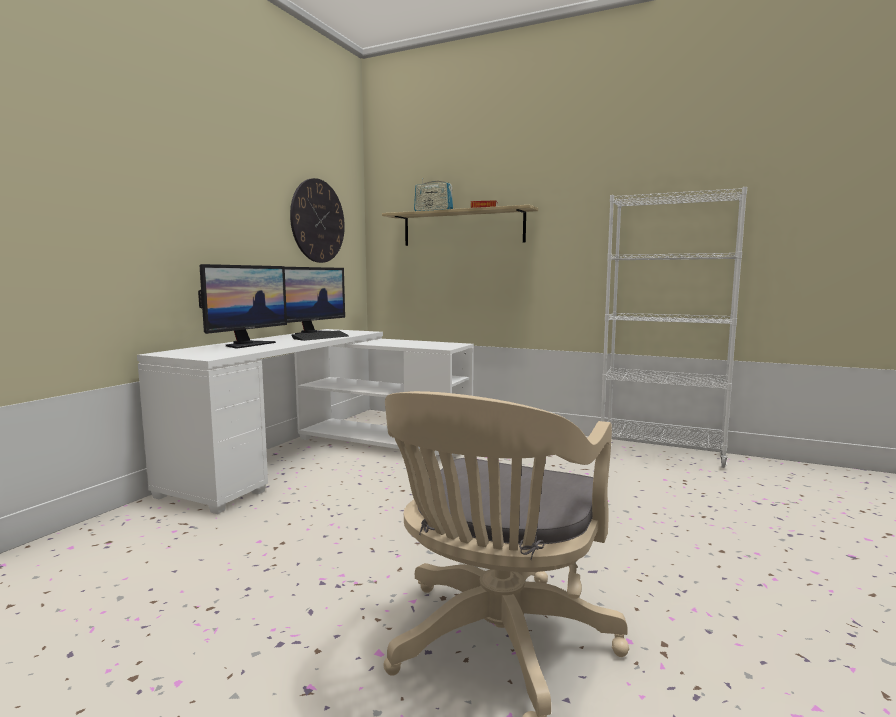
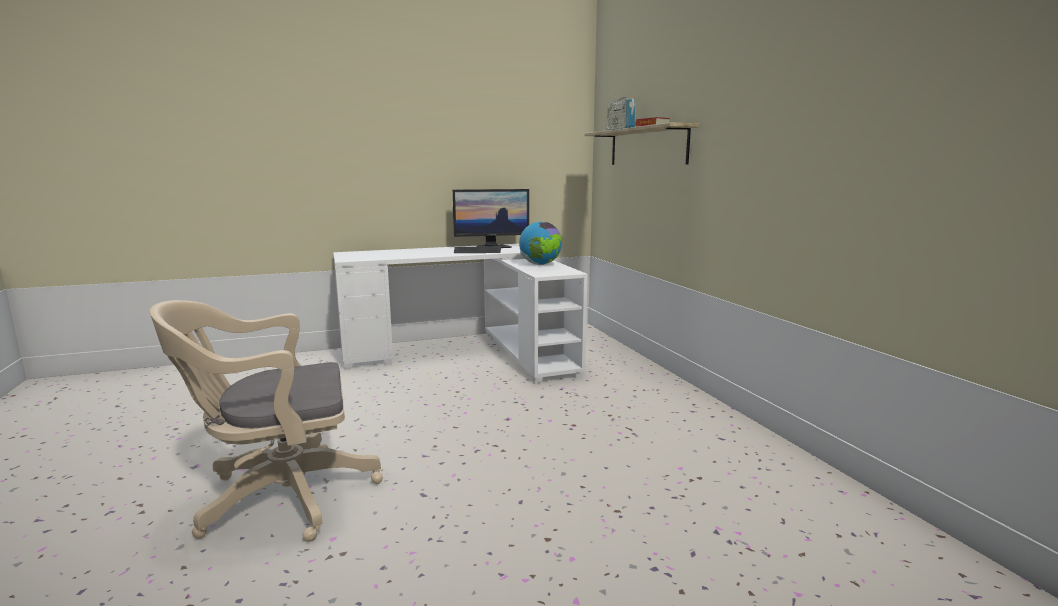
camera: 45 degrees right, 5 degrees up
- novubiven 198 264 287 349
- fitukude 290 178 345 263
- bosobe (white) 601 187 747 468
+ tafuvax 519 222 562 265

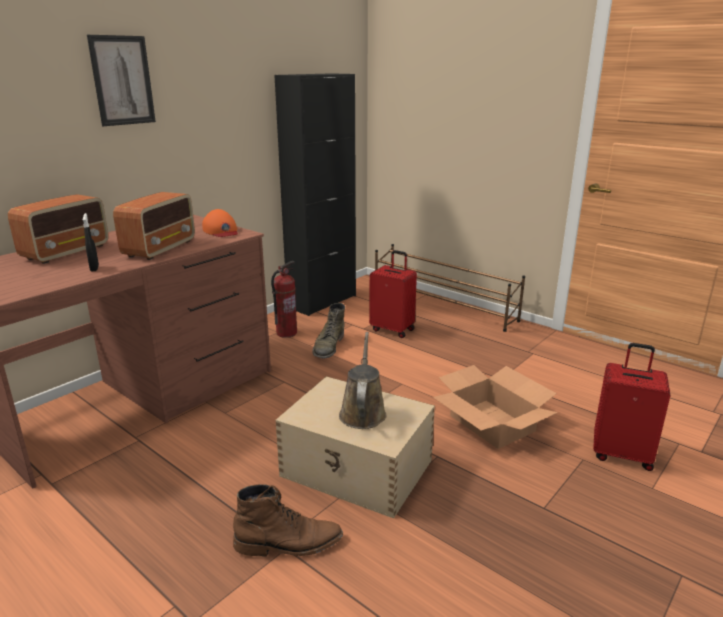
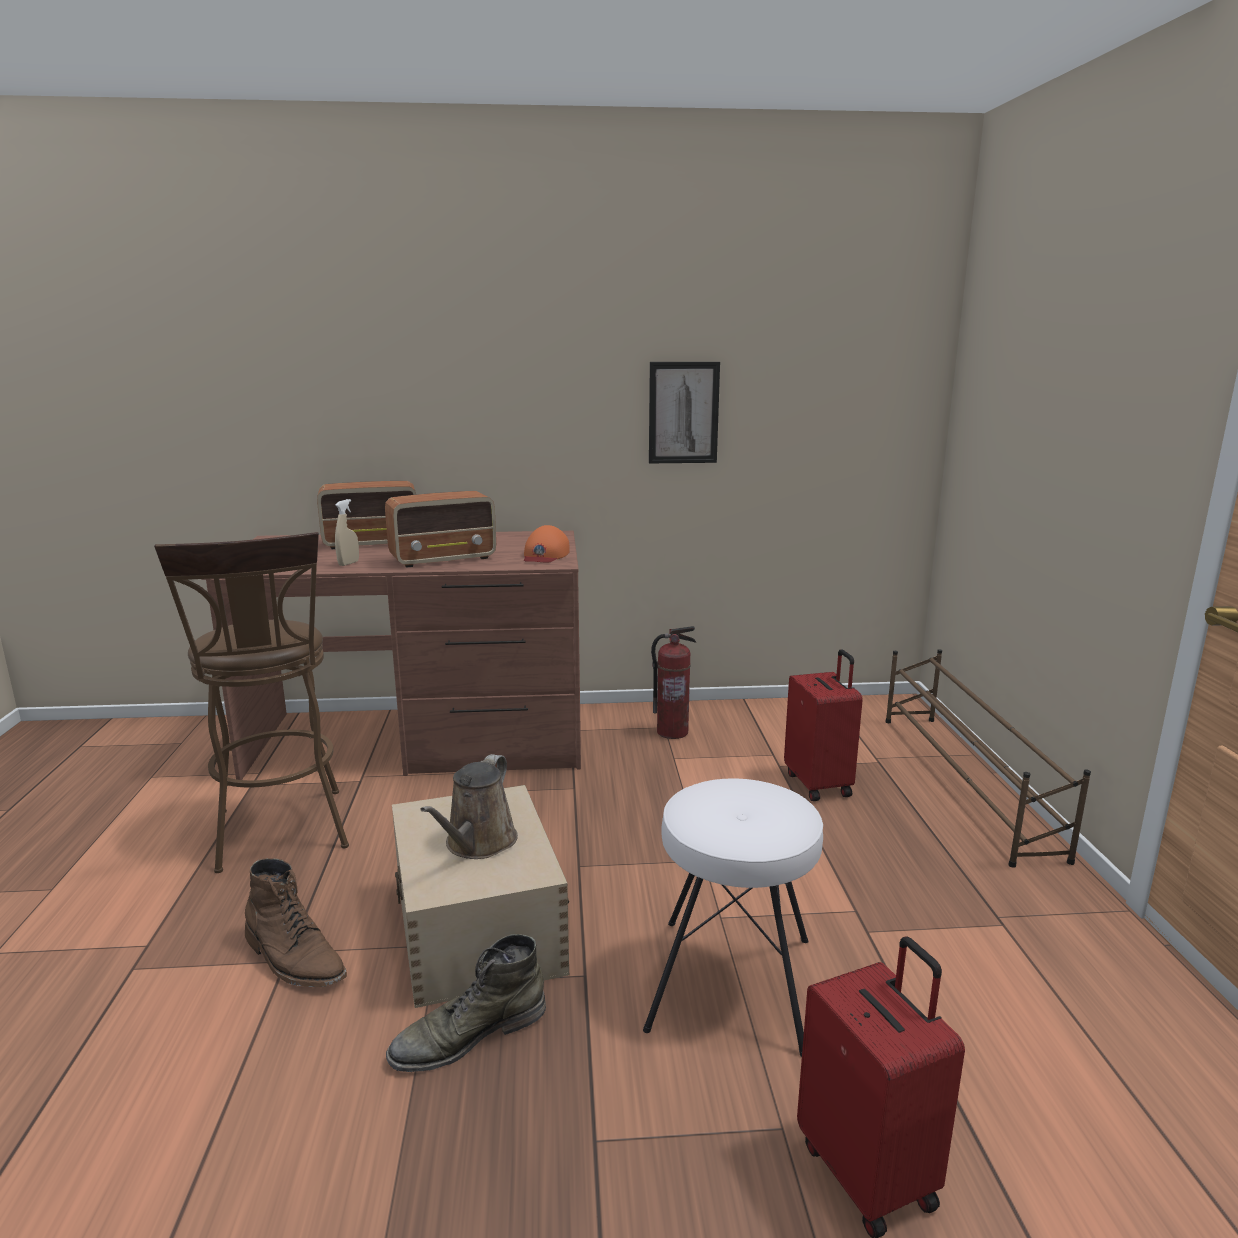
camera: 45 degrees right, 5 degrees down
- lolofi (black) 274 73 356 316
+ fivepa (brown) 154 532 349 873
~ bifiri 87 35 156 126 to 649 362 720 463
~ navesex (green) 312 303 345 359 to 386 934 546 1072
~ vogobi 433 365 558 449 to fivepa (white) 643 778 823 1057
~ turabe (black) 83 213 99 272 to turabe (beige) 335 499 359 566
~ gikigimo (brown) 339 332 386 429 = 420 754 518 859 150 degrees clockwise

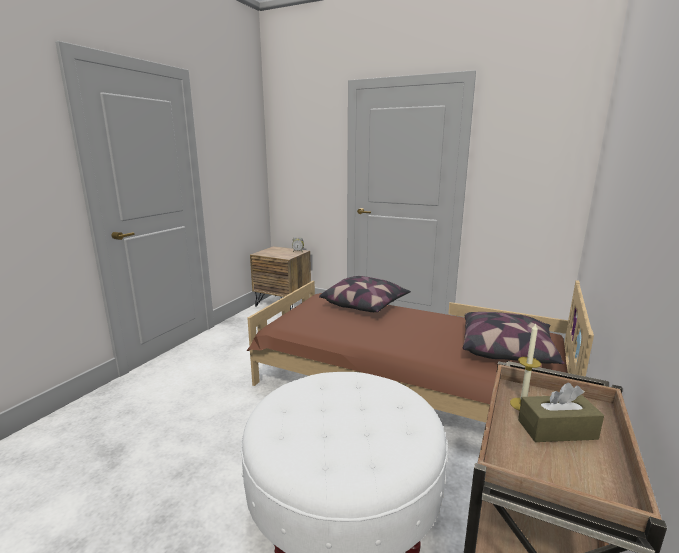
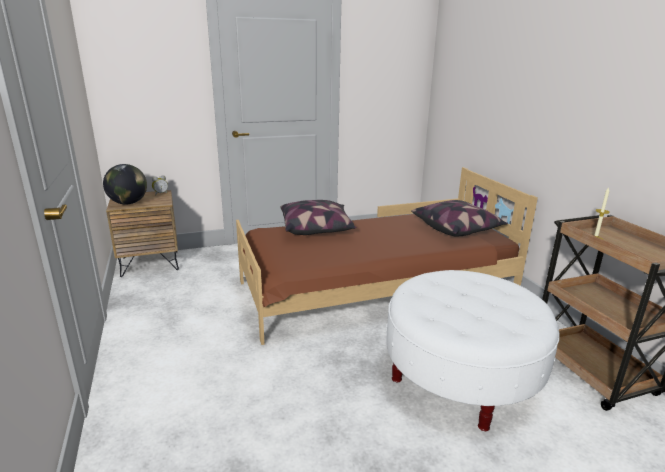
camera: 45 degrees left, 5 degrees up
- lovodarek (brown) 518 383 604 442
+ tafuvax 103 164 147 205

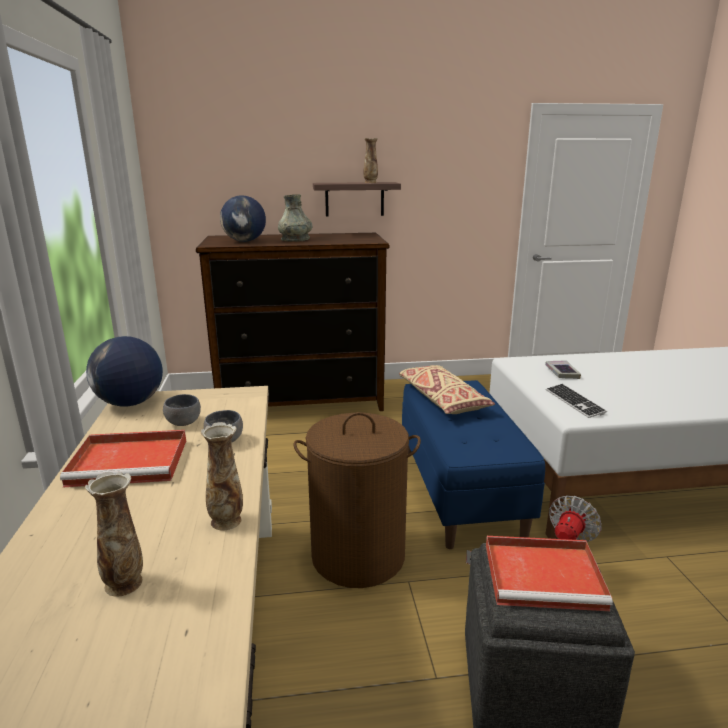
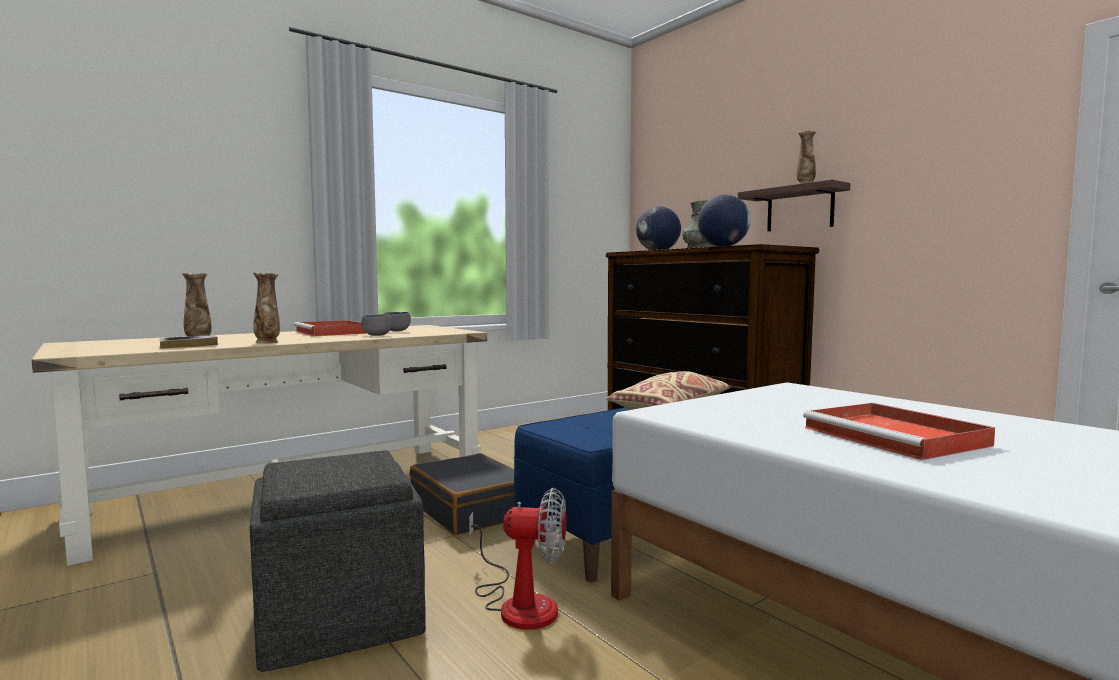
camera: 60 degrees right, 15 degrees down
- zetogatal 546 384 607 418
~ tafuvax 86 336 163 406 to 697 195 751 246
~ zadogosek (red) 486 536 613 611 to 803 403 995 460
~ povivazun 545 360 581 379 to 160 335 218 349
~ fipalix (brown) 293 412 421 588 to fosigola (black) 410 453 518 535

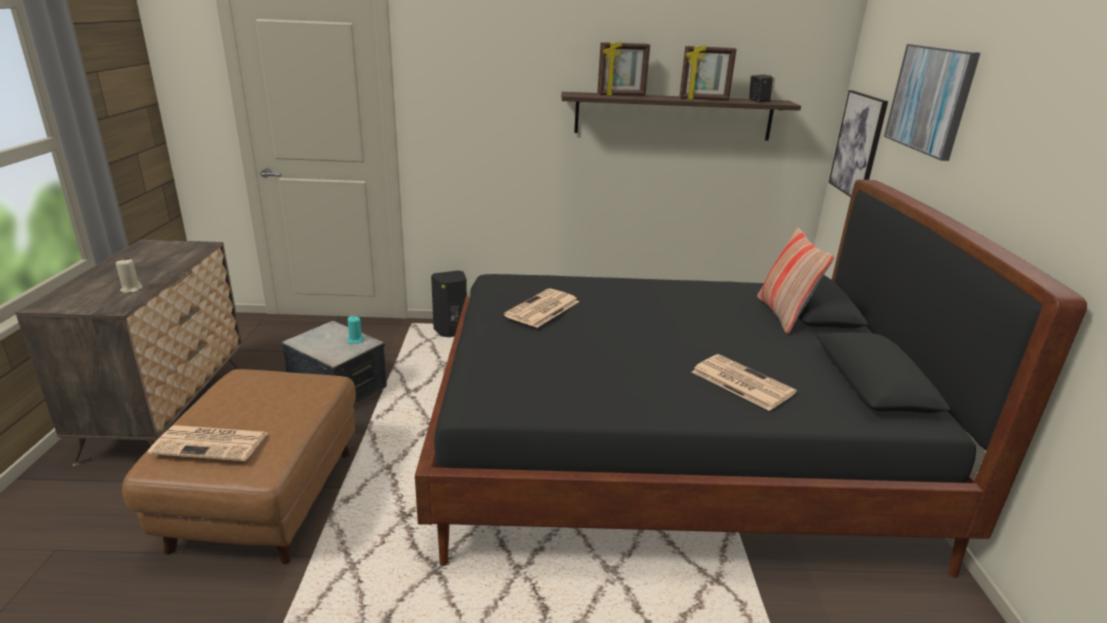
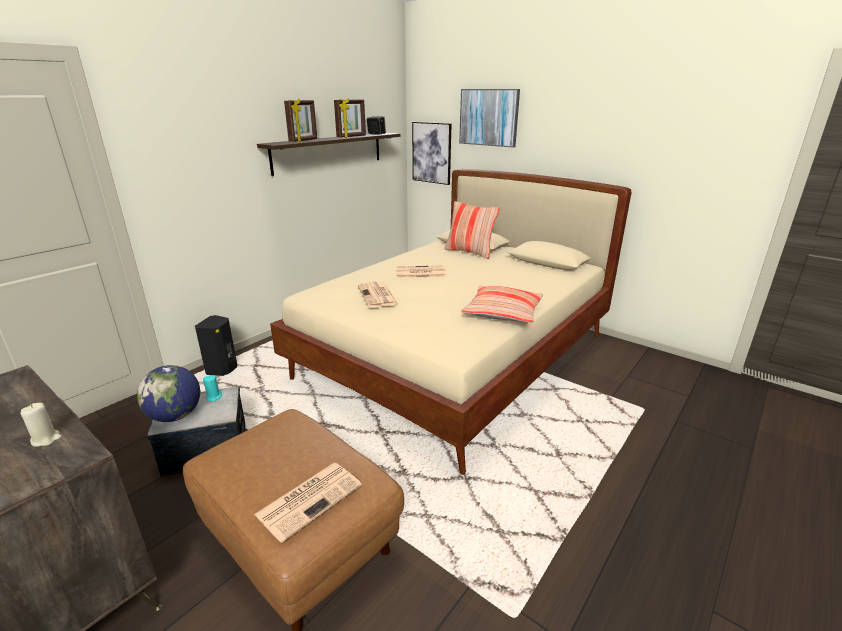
camera: 50 degrees left, 0 degrees up
+ tafuvax 137 365 200 422
+ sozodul 461 286 543 323
~ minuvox 692 354 797 411 to 396 266 447 278
~ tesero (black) 415 180 1087 578 to tesero (beige) 270 169 632 475

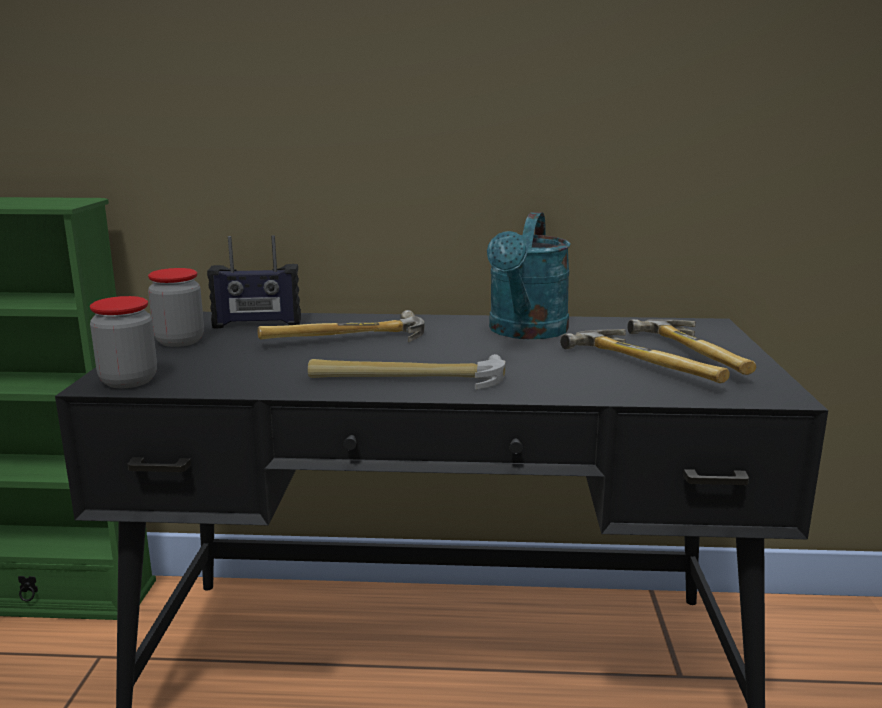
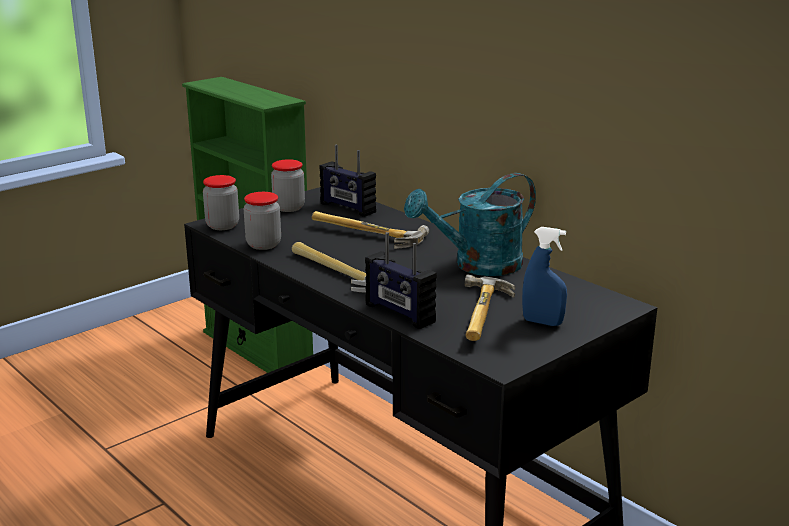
camera: 45 degrees right, 5 degrees up
+ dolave 244 192 281 250
+ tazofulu 365 232 437 329
~ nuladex 627 319 757 375 to turabe (blue) 522 227 567 326

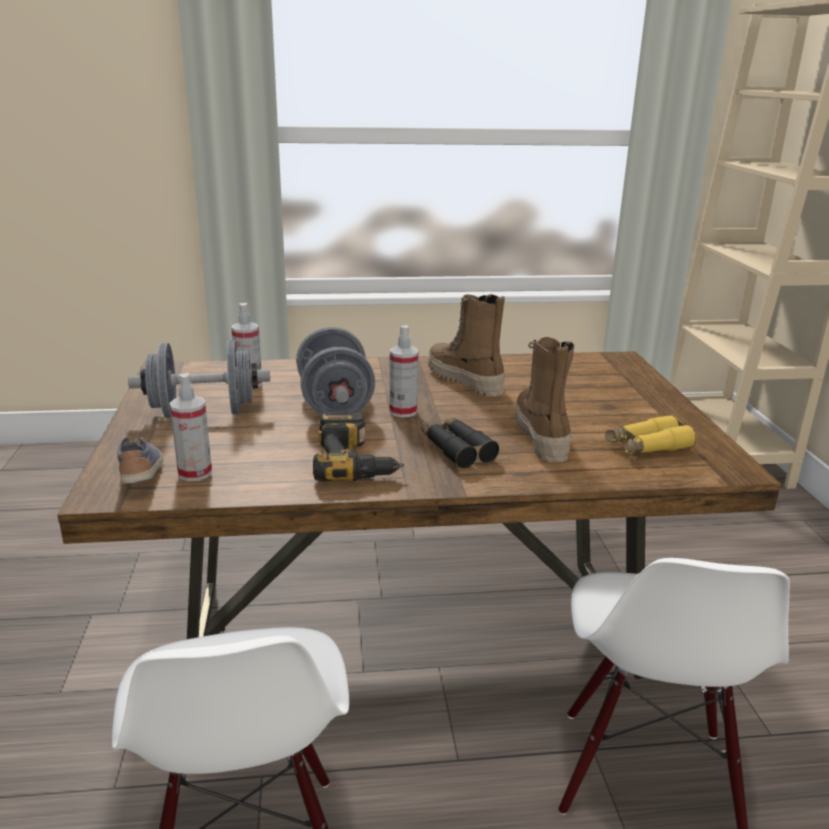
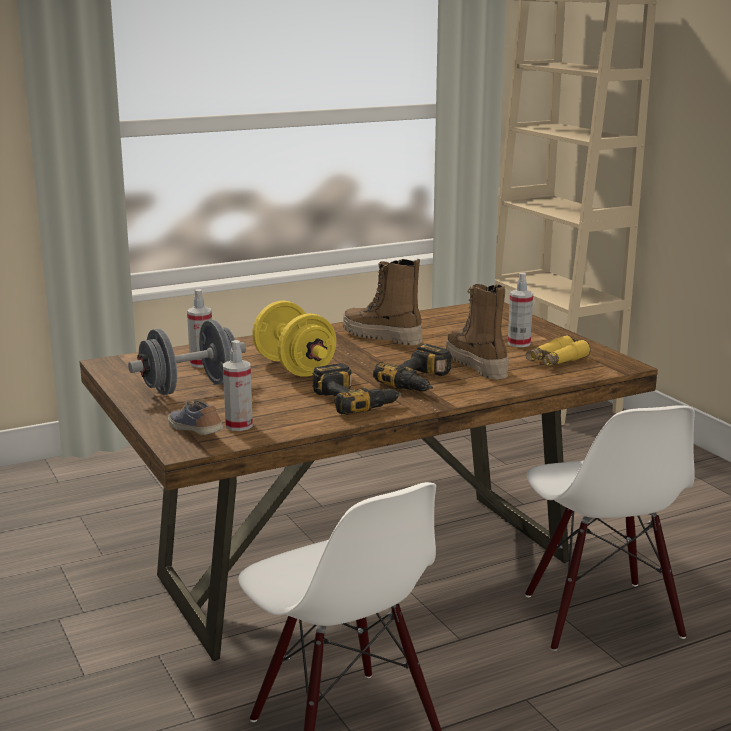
camera: 20 degrees left, 5 degrees down
~ turabe 390 325 418 418 to 508 272 533 347
~ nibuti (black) 421 416 499 468 to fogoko 373 344 452 392
~ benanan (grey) 296 327 375 415 to benanan (yellow) 252 301 336 377

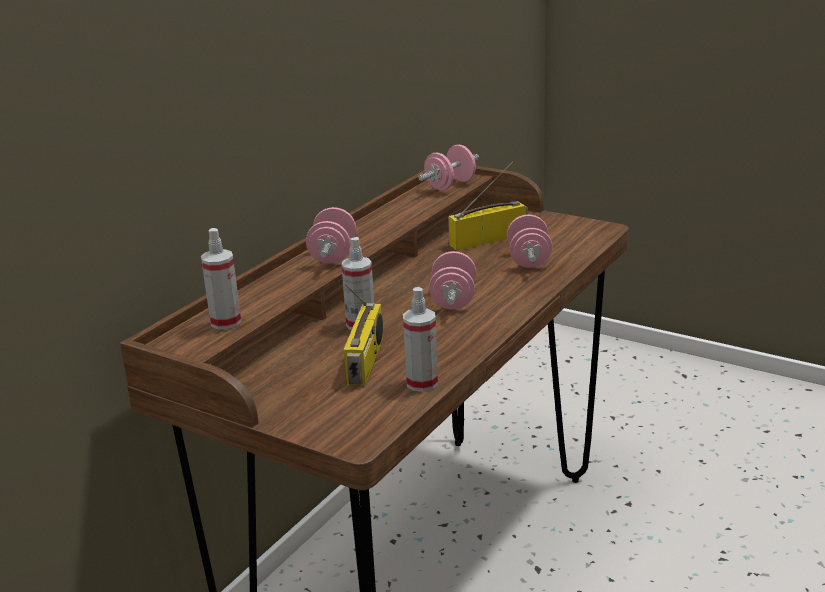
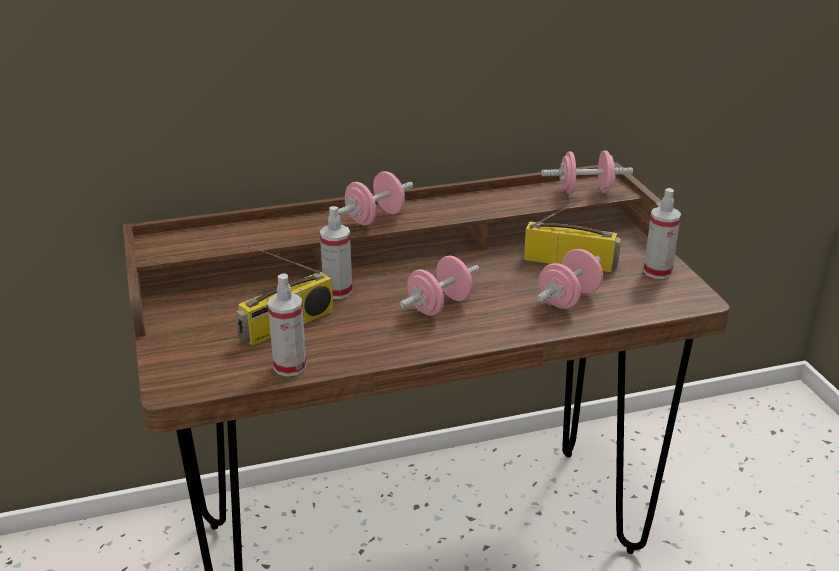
camera: 40 degrees right, 5 degrees up
~ turabe 201 228 242 329 to 643 188 681 279

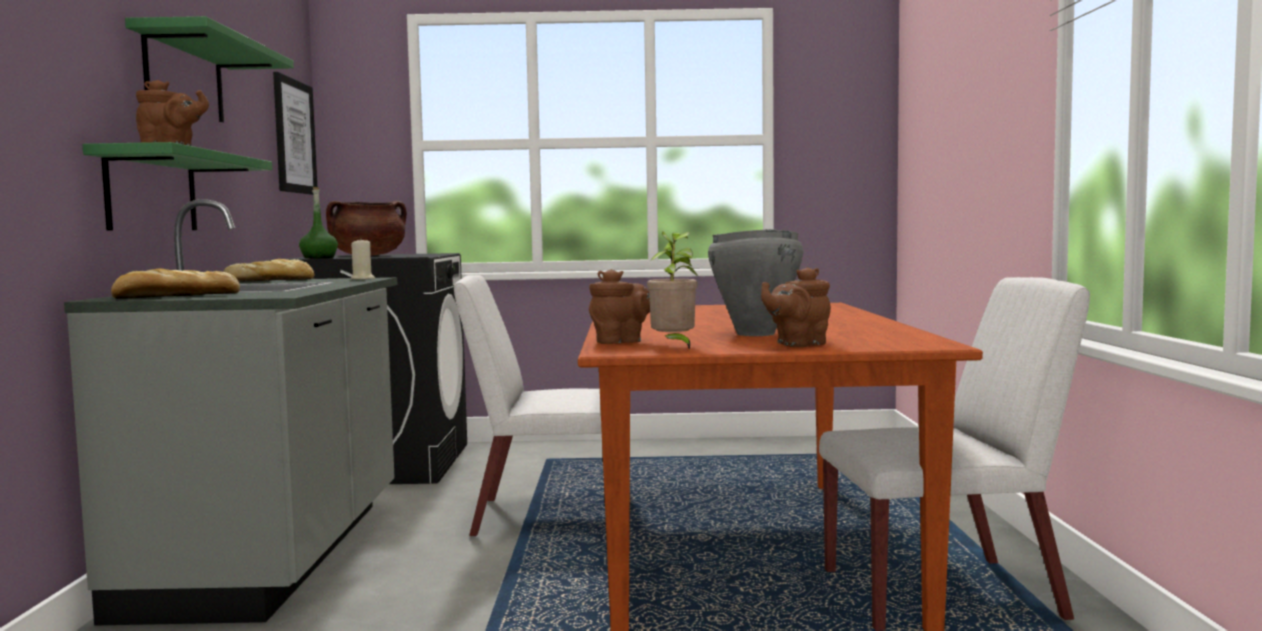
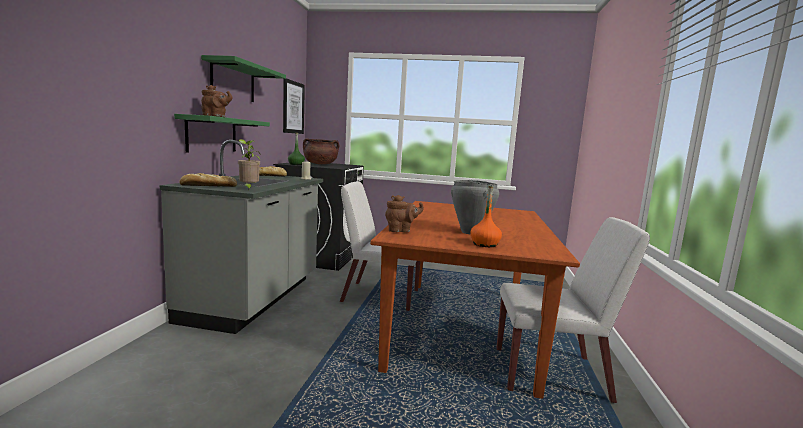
camera: 10 degrees right, 5 degrees up
~ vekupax 647 231 698 350 to 238 139 261 190
~ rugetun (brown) 761 267 831 347 to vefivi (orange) 470 186 502 247

